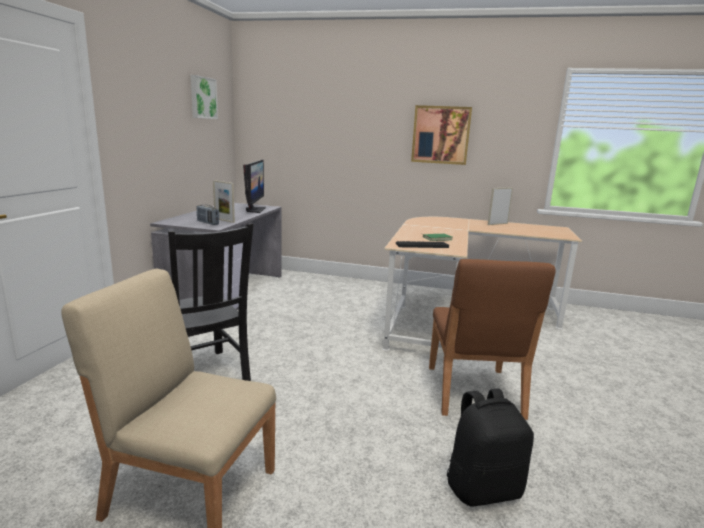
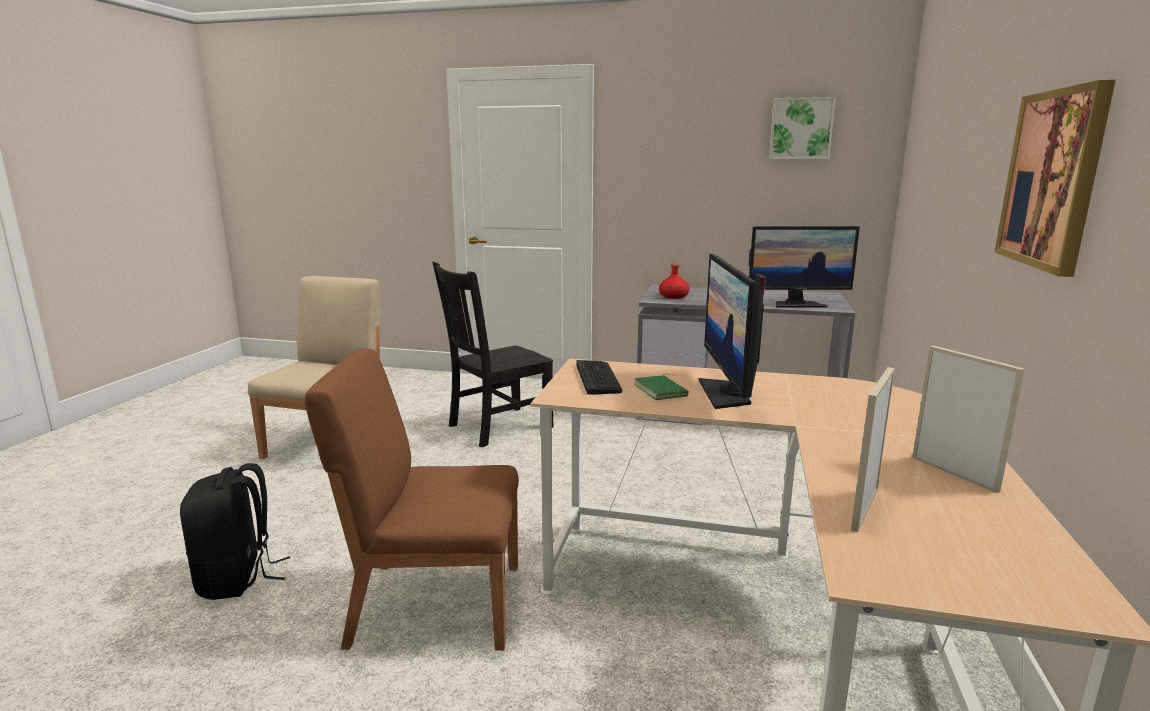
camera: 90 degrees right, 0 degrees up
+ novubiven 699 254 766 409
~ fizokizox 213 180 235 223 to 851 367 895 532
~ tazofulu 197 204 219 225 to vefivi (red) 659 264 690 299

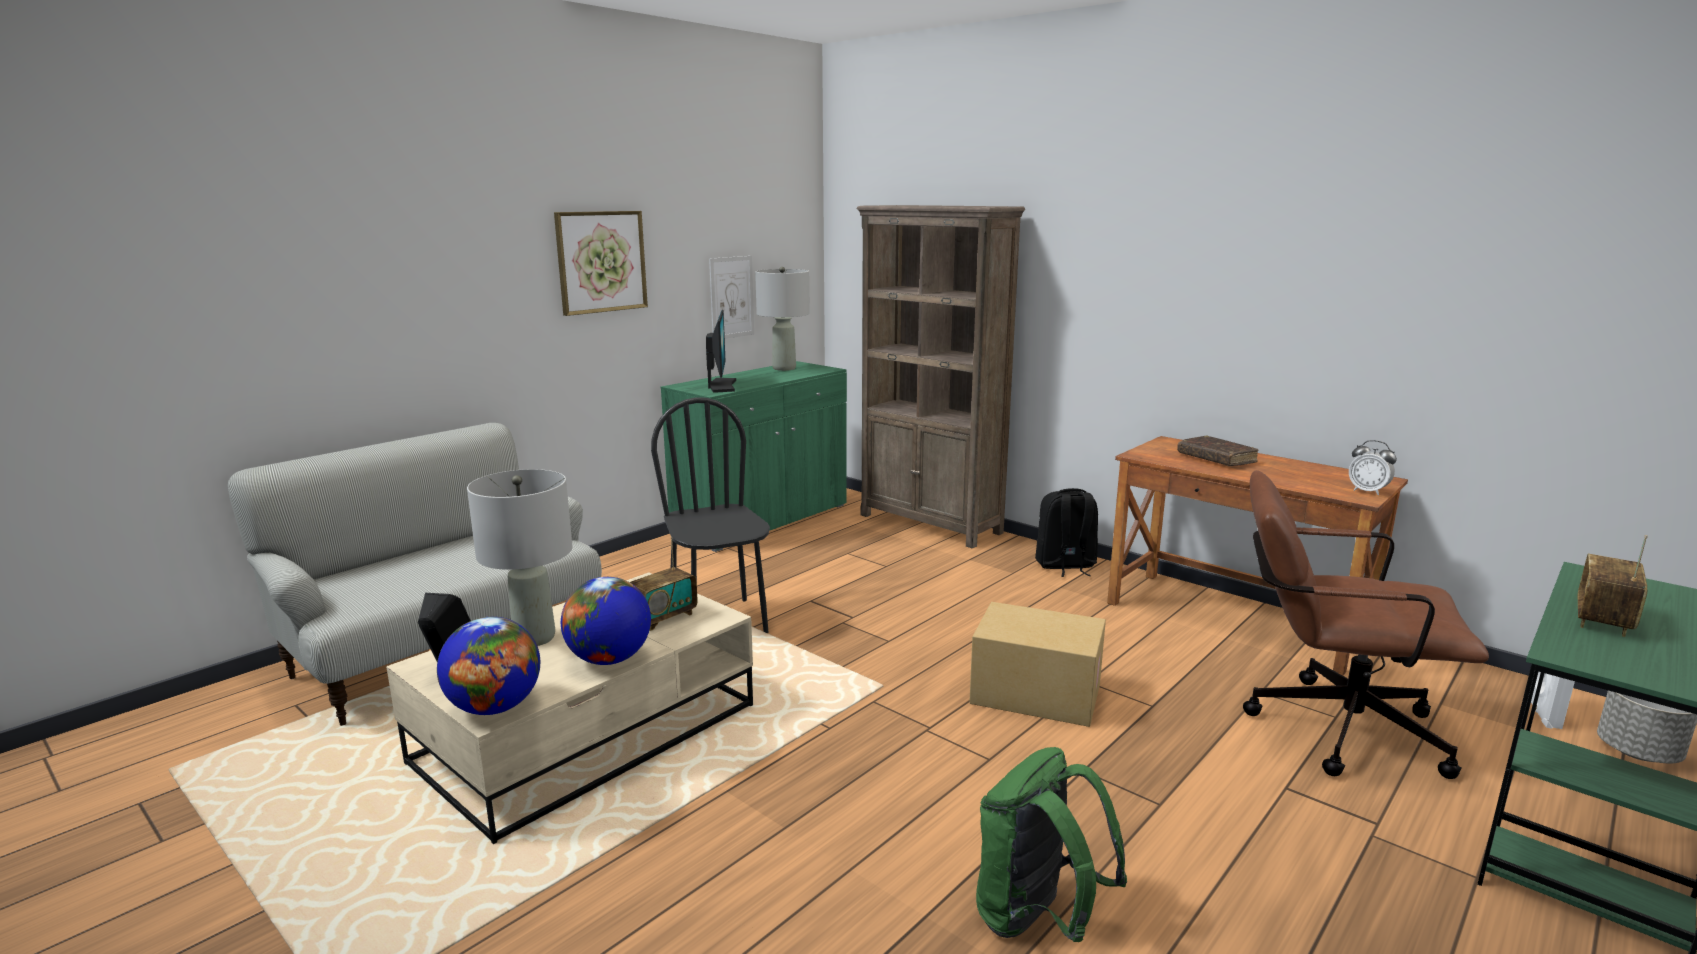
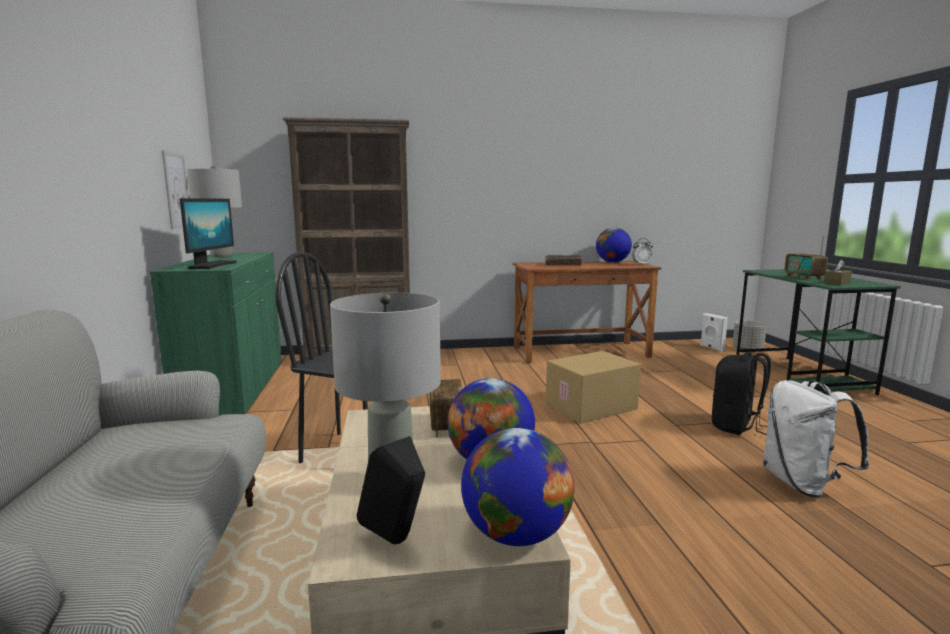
camera: 50 degrees left, 5 degrees down
- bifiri 554 211 648 316
- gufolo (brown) 1243 470 1489 779
+ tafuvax 596 228 632 263
+ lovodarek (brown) 824 260 852 285
~ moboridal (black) 1035 488 1098 577 to 712 352 771 435
~ moboridal (green) 976 747 1127 942 to moboridal (white) 763 380 870 498
~ novubiven 706 310 736 393 = 180 198 237 269 60 degrees clockwise

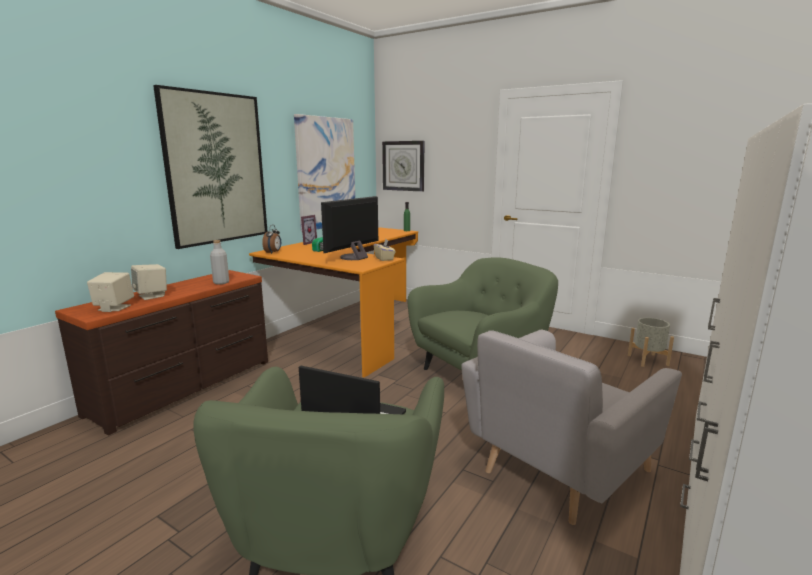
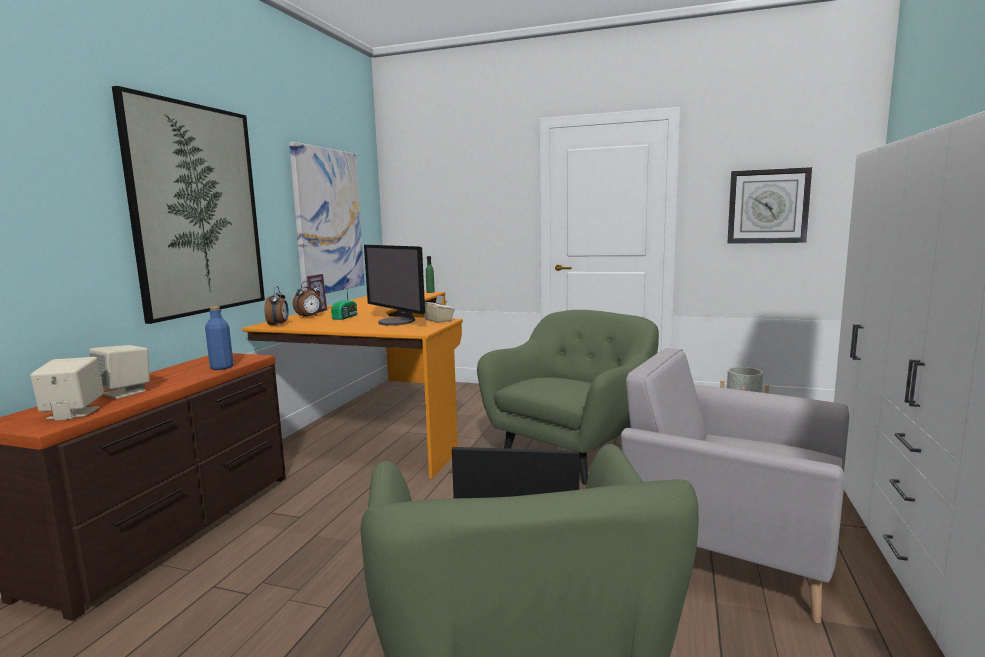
camera: 15 degrees left, 5 degrees down
+ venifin 293 281 322 318
~ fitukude 382 141 424 192 to 727 167 812 244
~ vefivi (grey) 210 240 229 285 to vefivi (blue) 205 306 233 370
~ novubiven 321 196 378 260 = 364 245 425 326 60 degrees counterclockwise
~ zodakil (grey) 461 329 682 525 = 621 348 849 623 90 degrees clockwise

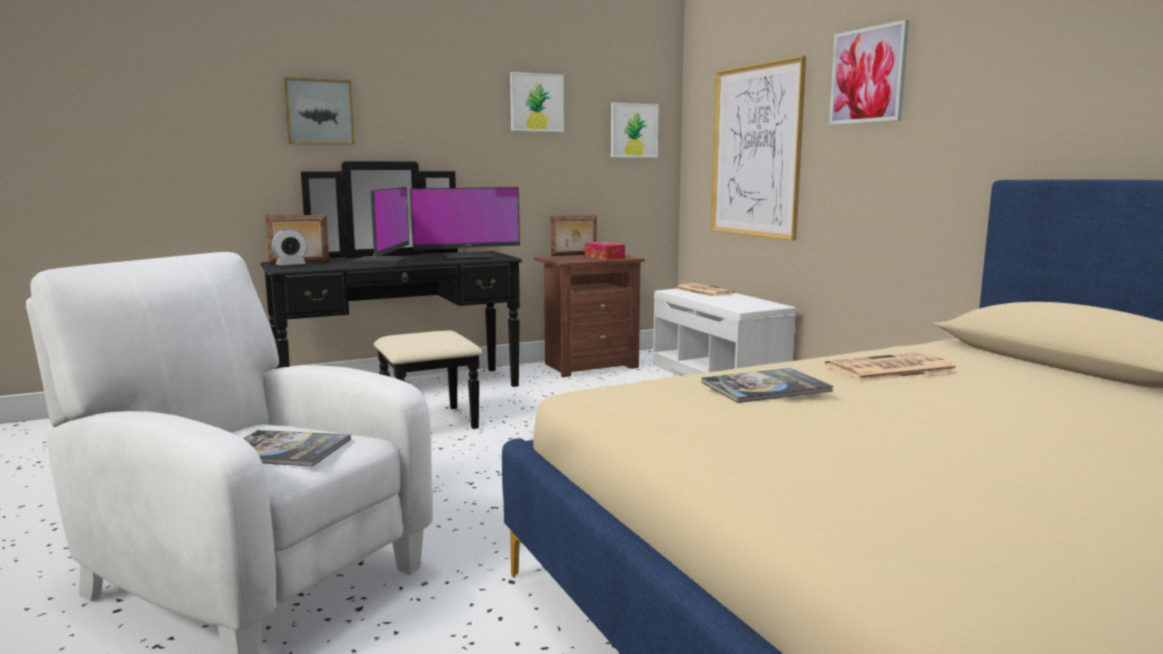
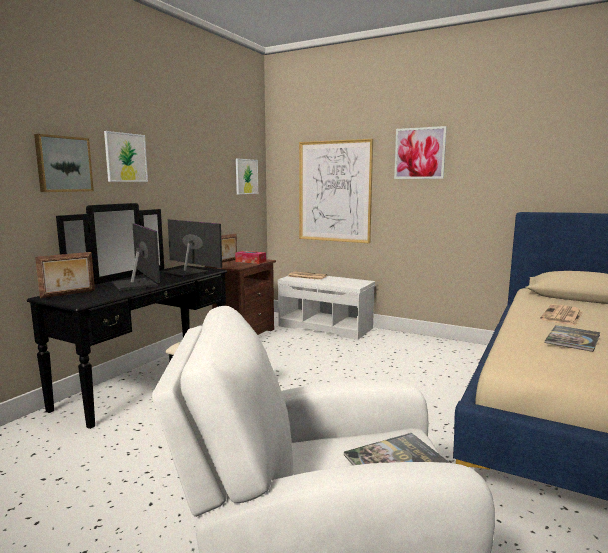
camera: 35 degrees left, 0 degrees up
- venifin 272 229 307 265
~ bifiri 510 72 564 132 to 104 131 148 182
~ novubiven 410 187 520 260 = 162 219 222 277 90 degrees counterclockwise

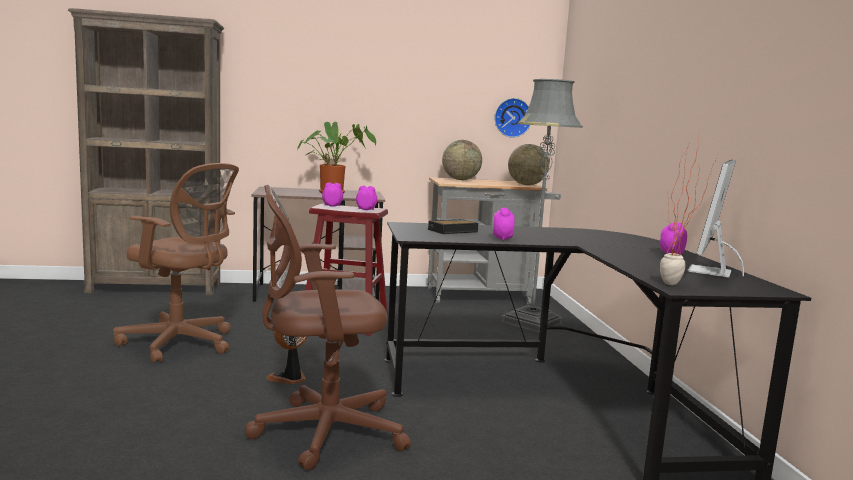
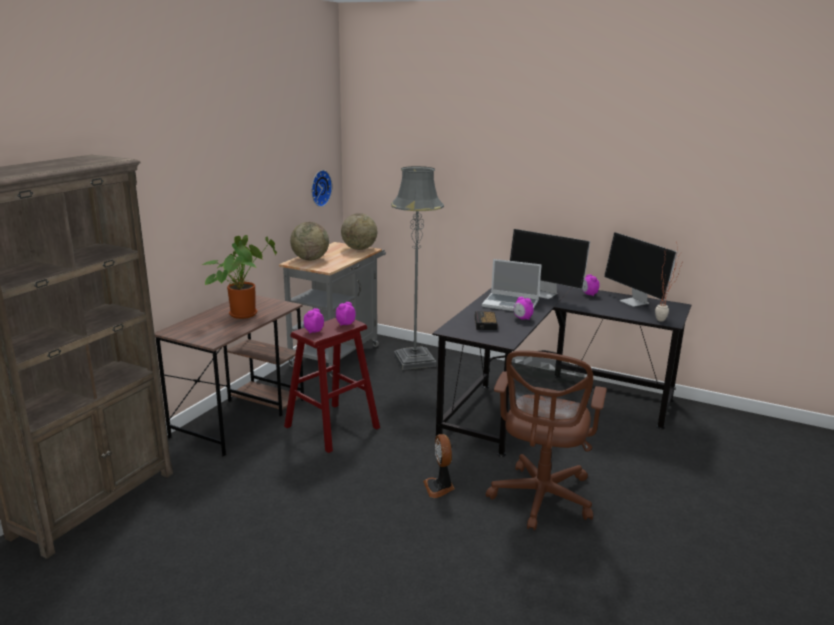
camera: 55 degrees left, 10 degrees up
- gufolo (brown) 113 163 239 364
+ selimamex 482 259 542 311
+ novubiven 510 229 590 299

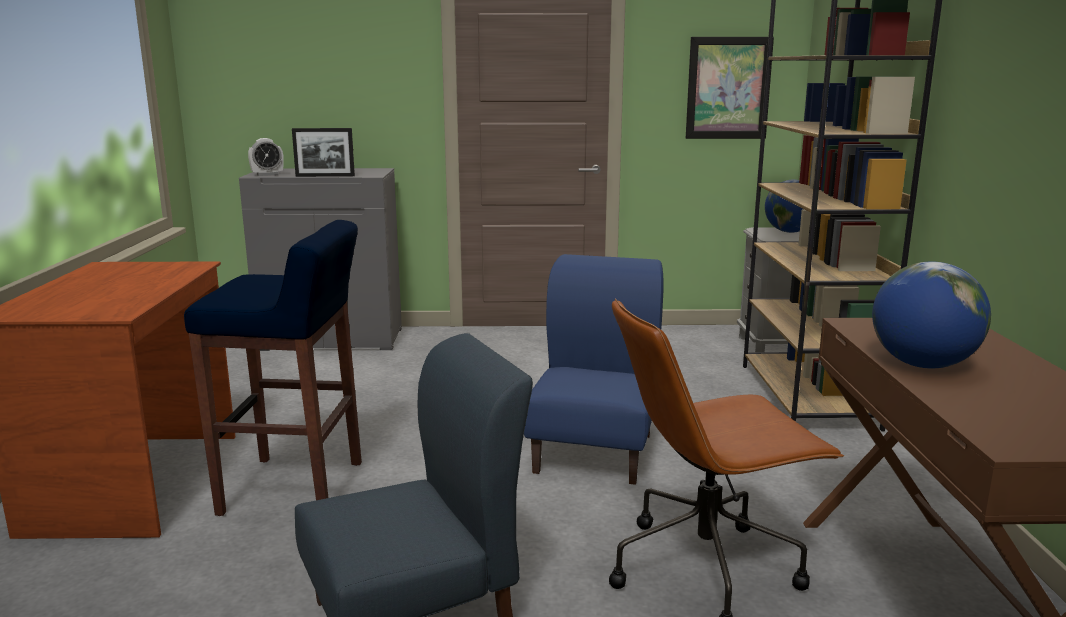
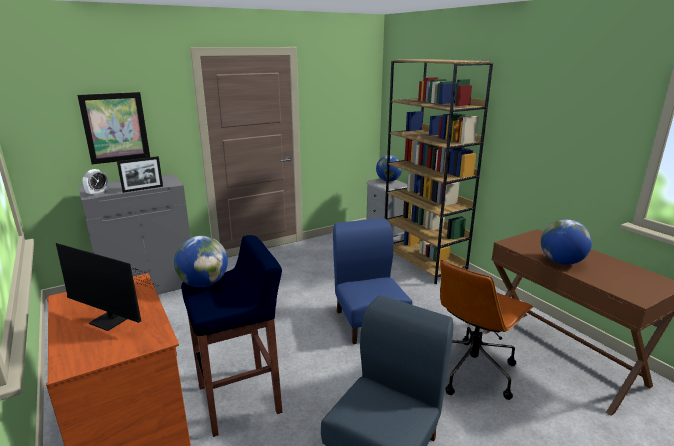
camera: 30 degrees left, 5 degrees up
+ novubiven 56 243 159 331
+ tafuvax 174 236 228 287
~ bifiri 686 37 774 139 to 77 92 150 164

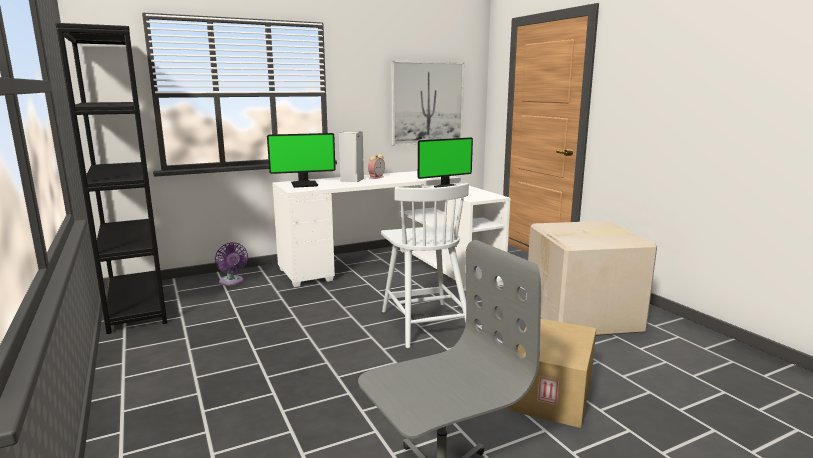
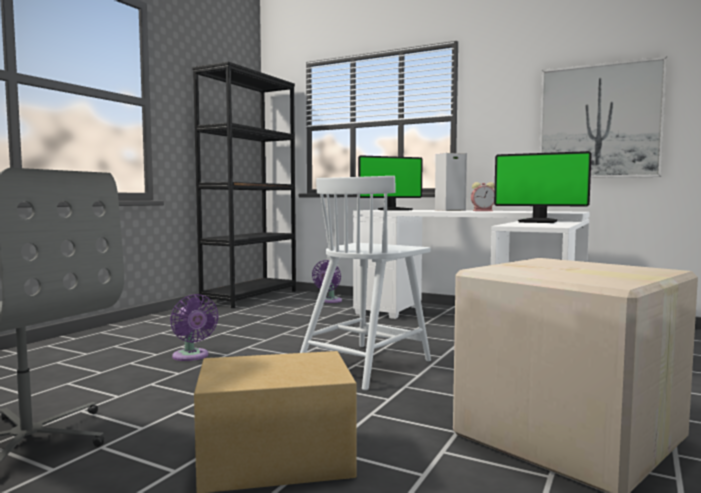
camera: 55 degrees right, 10 degrees down
+ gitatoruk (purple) 170 294 218 361
~ novubiven 267 133 336 188 = 358 155 423 211 60 degrees counterclockwise

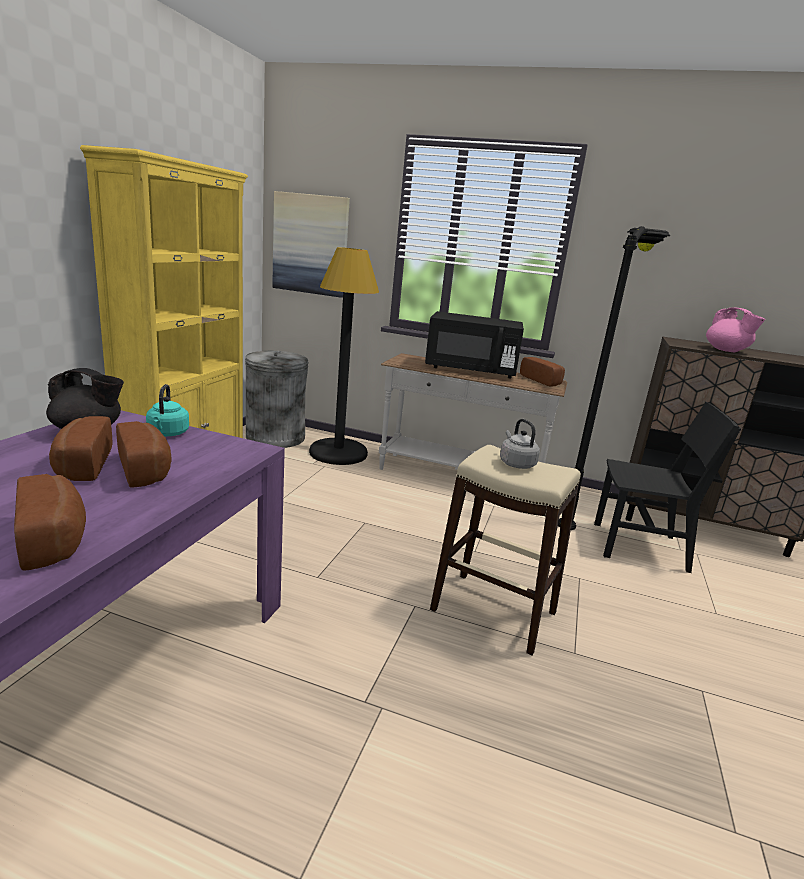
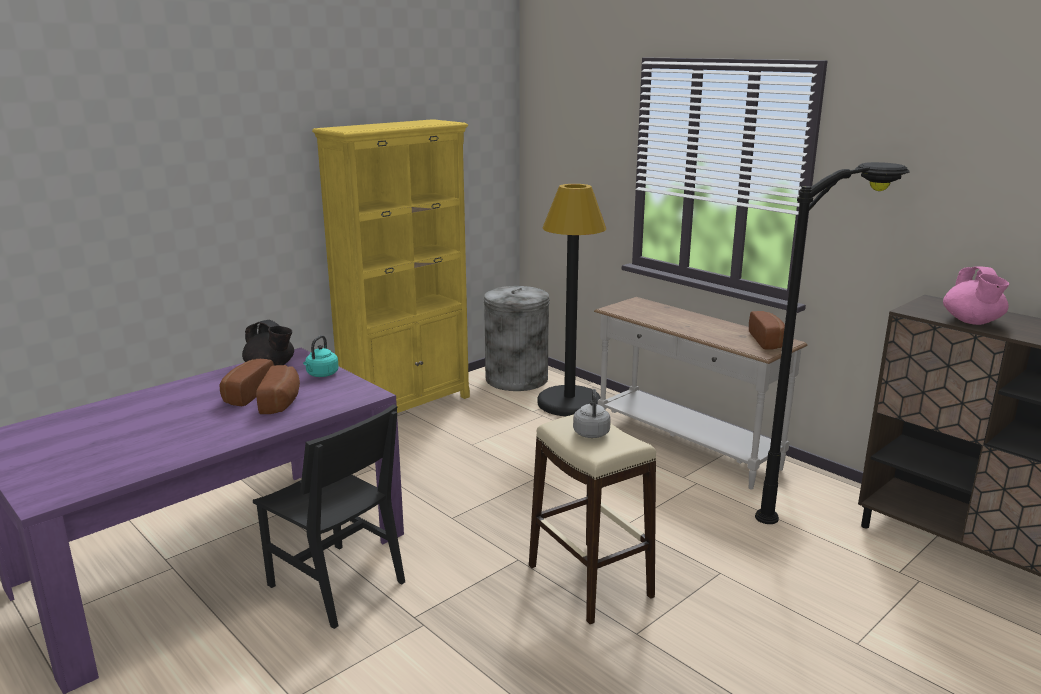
camera: 30 degrees right, 0 degrees up
- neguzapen 14 474 86 571
- bifiri 272 191 350 298
- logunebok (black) 425 311 524 379
~ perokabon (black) 594 402 741 573 to 253 404 405 629

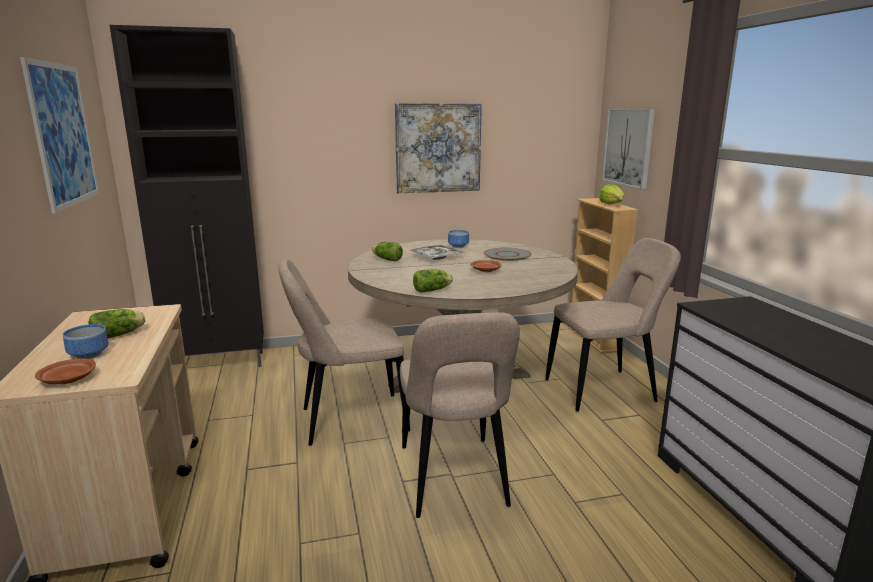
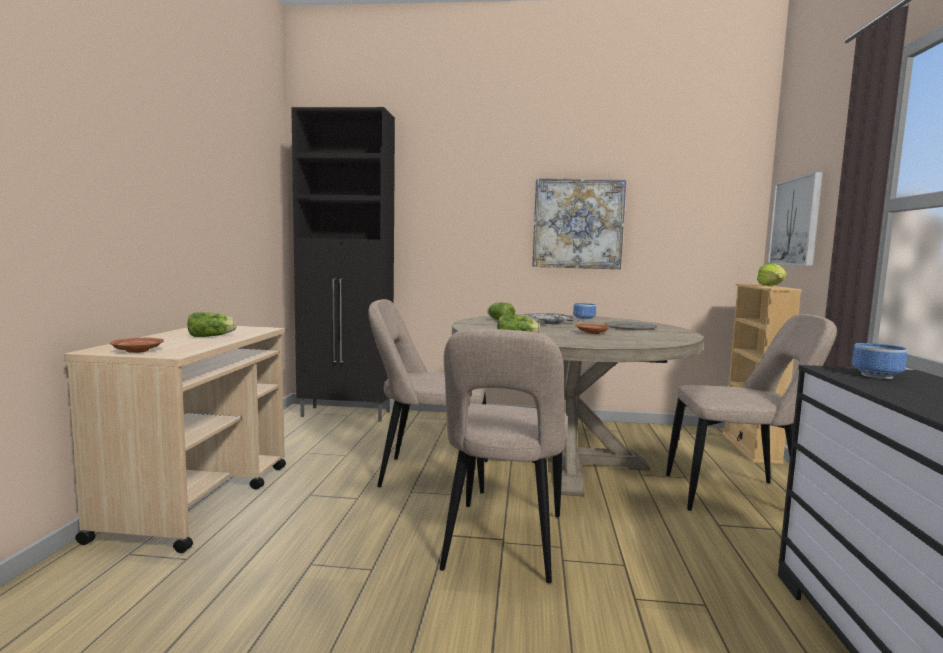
camera: 20 degrees right, 10 degrees down
- bifiri 20 57 99 214
~ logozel 63 324 109 359 to 852 343 907 379

